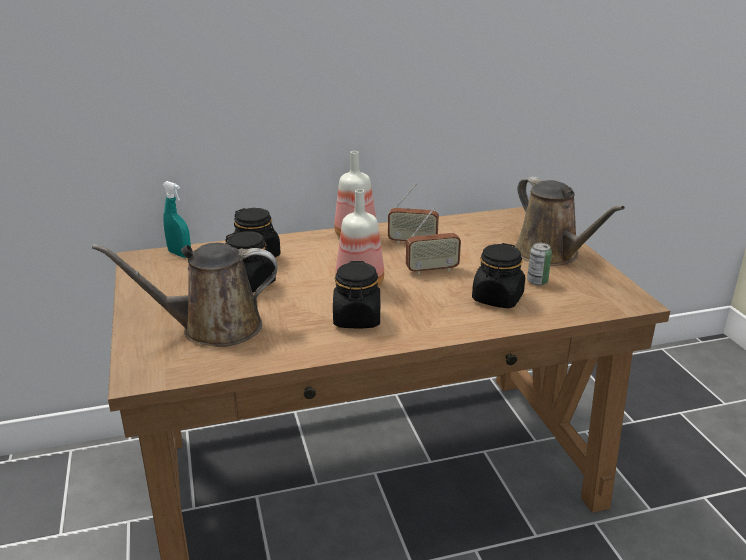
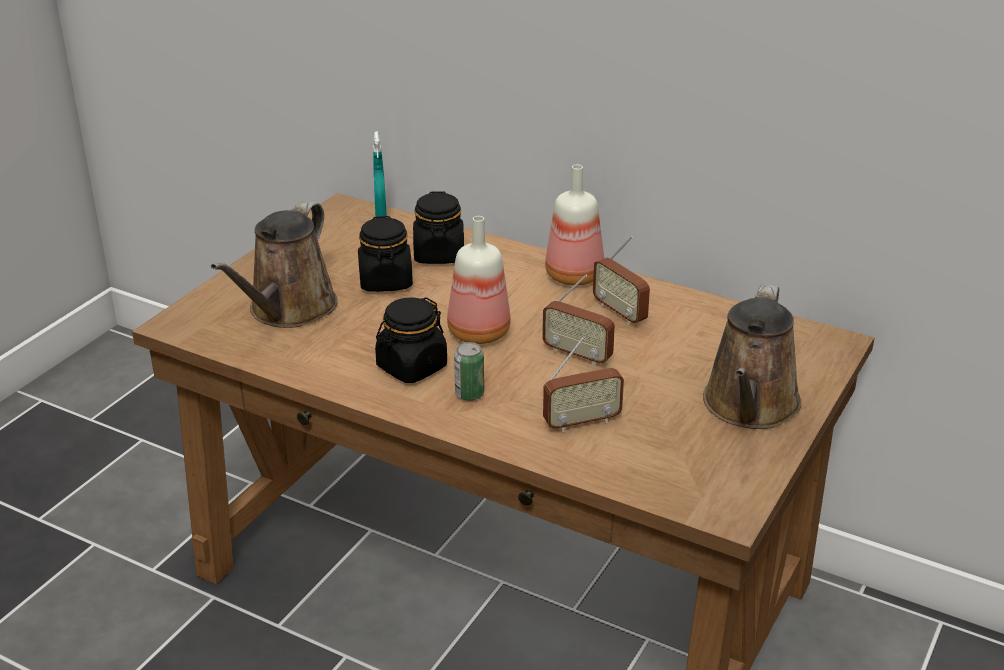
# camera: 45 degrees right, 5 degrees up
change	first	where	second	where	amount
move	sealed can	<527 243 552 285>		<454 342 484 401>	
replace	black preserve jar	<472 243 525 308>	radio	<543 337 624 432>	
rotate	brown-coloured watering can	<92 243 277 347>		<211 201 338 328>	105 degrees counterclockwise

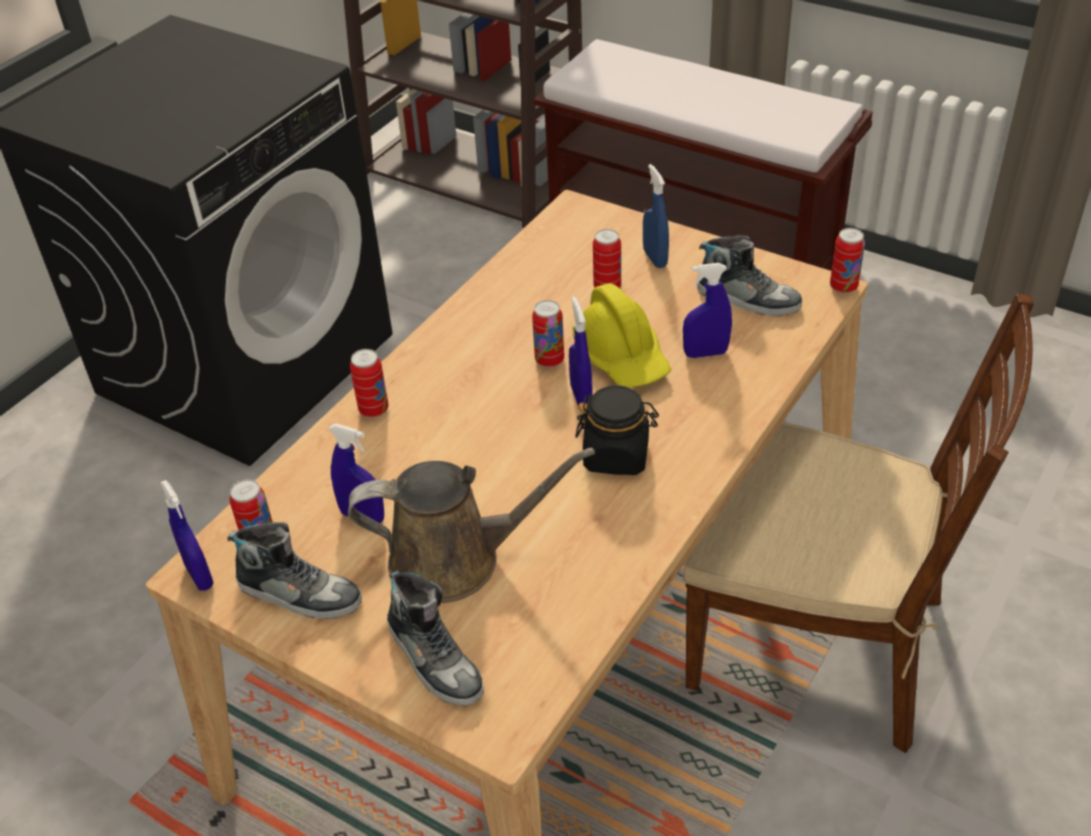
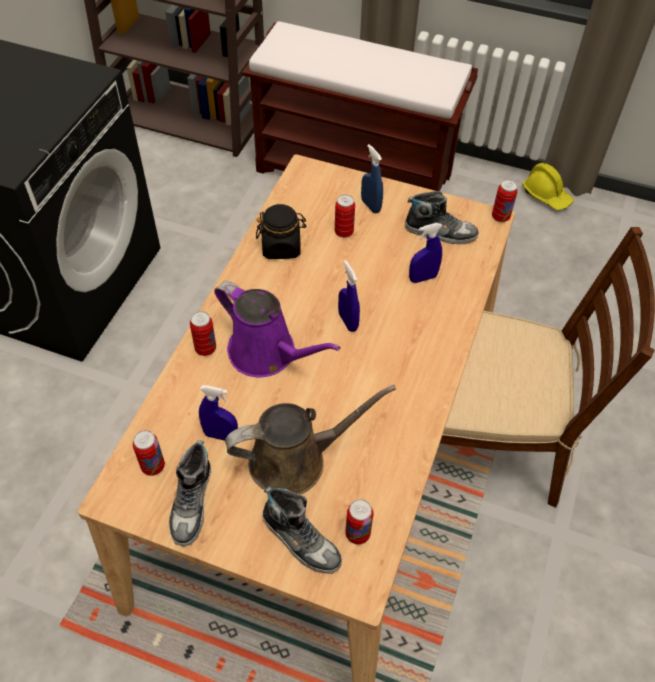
# camera: 15 degrees left, 10 degrees up
change	first	where	second	where	amount
delete	blue-coloured spray bottle	<160 480 213 591>			
insert			purple watering can	<214 281 341 377>	
move	sealed can	<532 300 564 368>		<345 499 373 545>	
move	yellow work helmet	<572 283 671 388>		<522 163 574 210>	
move	black preserve jar	<575 385 659 475>		<256 204 306 259>	
rotate	item of footwear	<227 522 362 619>		<169 440 211 546>	90 degrees clockwise

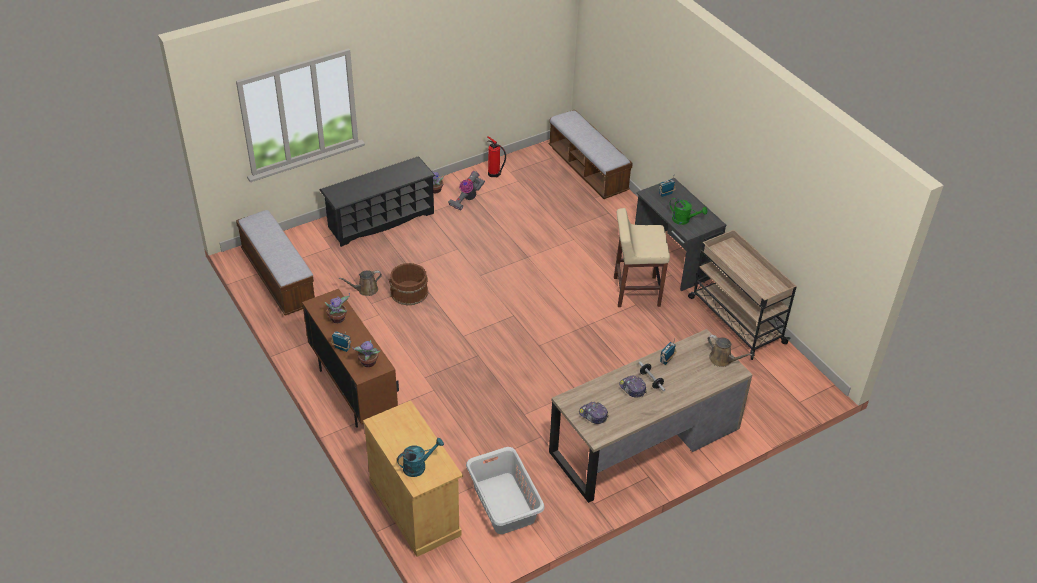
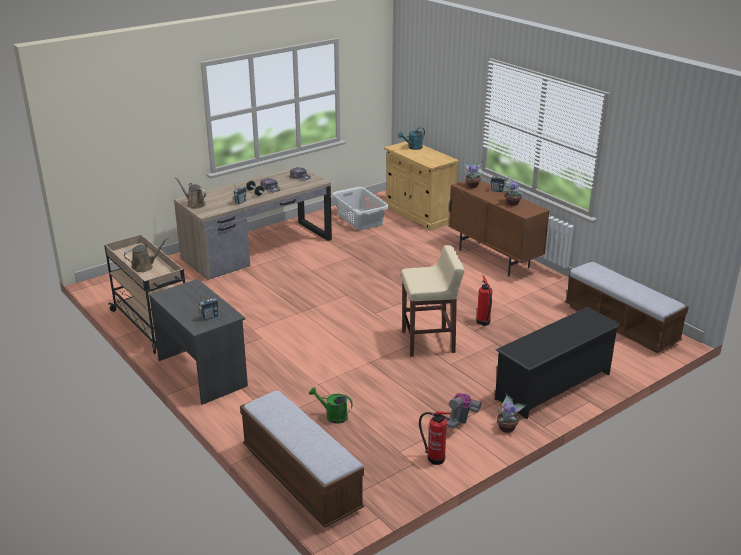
# camera: 175 degrees right, 15 degrees down
change	first	where	second	where	amount
move	brown-coloured watering can	<339 270 382 296>		<124 237 169 272>	
move	beige stool	<614 208 670 307>		<401 245 465 356>	
move	green-coloured watering can	<670 198 707 225>		<309 387 353 424>	
replace	brown-coloured pail	<389 263 428 306>	extinguisher	<476 275 492 326>	

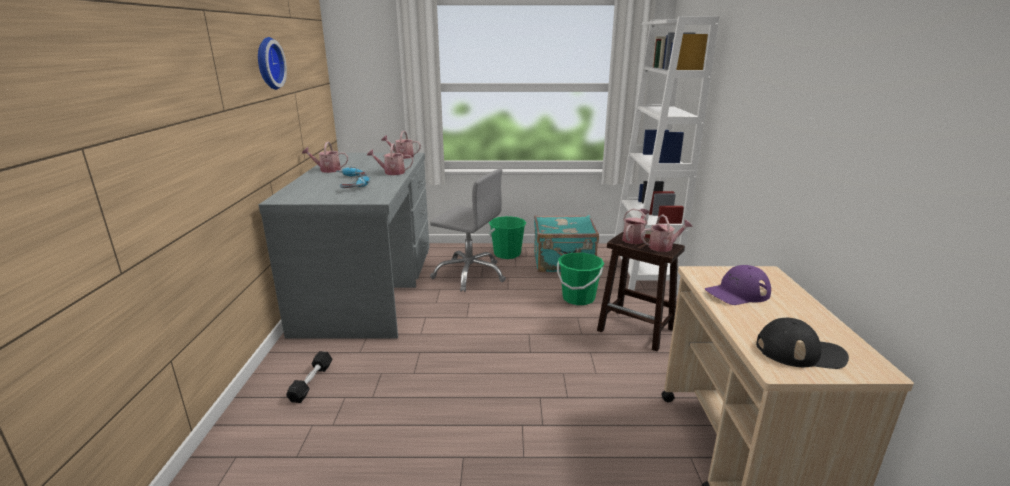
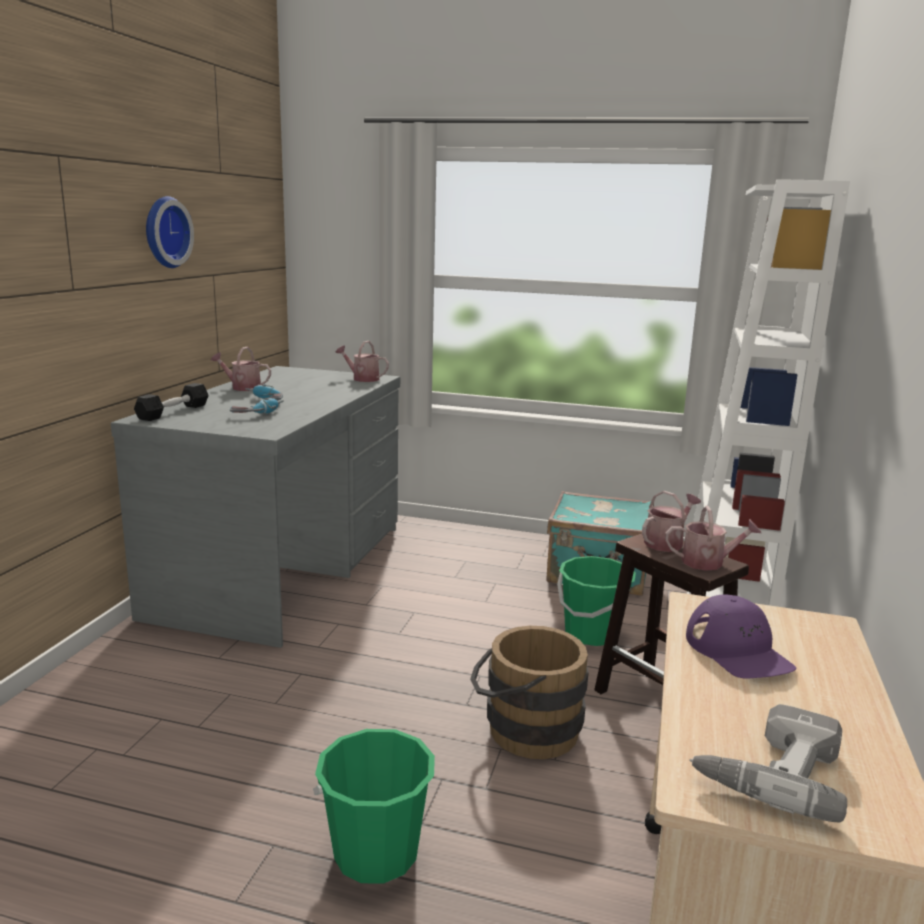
# camera: 15 degrees right, 5 degrees down
change	first	where	second	where	amount
delete	watering can	<367 143 413 175>			
delete	grey desk chair	<430 169 506 292>			
insert			brown-coloured pail	<470 626 589 759>	
move	black free weight	<286 351 332 403>		<134 383 209 421>	
move	green-coloured pail	<489 216 527 259>		<313 729 435 884>	
replace	black peaked cap	<756 318 849 369>	power drill	<689 704 847 823>	
rotate	purple peaked cap	<705 265 771 305>		<686 594 797 679>	105 degrees counterclockwise

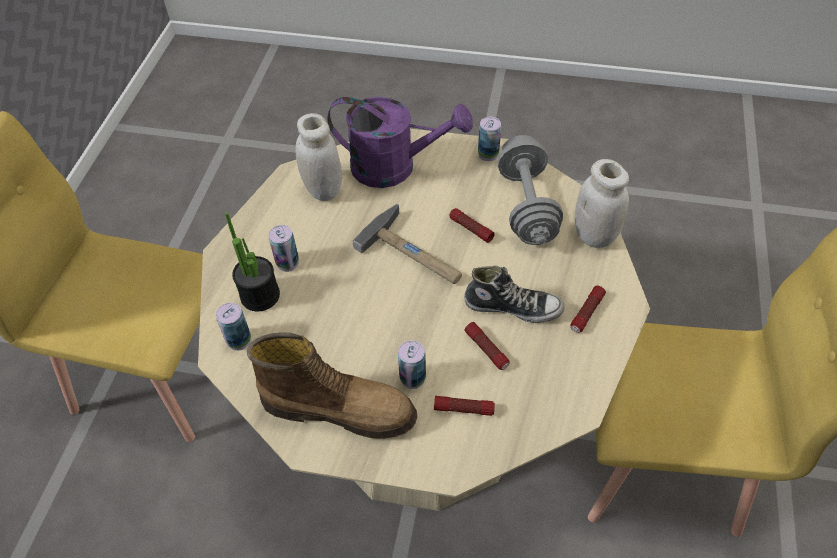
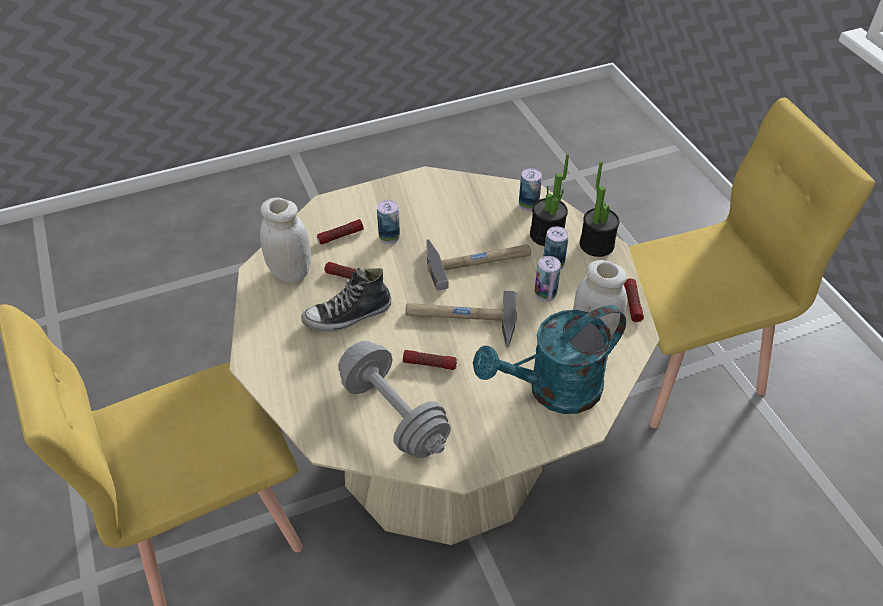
# camera: 145 degrees right, 5 degrees down
change	first	where	second	where	amount
delete	tall boot	<247 332 417 439>			
insert			hammer	<426 239 531 290>	
insert			houseplant	<580 161 620 257>	
move	sealed can	<478 117 501 161>		<535 256 561 302>	
move	hand torch	<570 286 606 333>		<624 278 644 322>	
move	white-coloured preserve jar	<575 159 629 248>		<260 198 311 282>	
recolor	purple watering can	<327 97 473 188>	turquoise-coloured watering can	<473 305 626 414>	

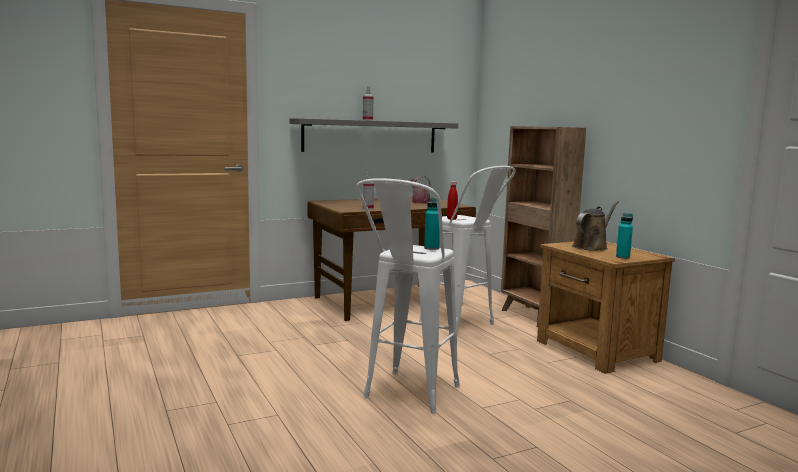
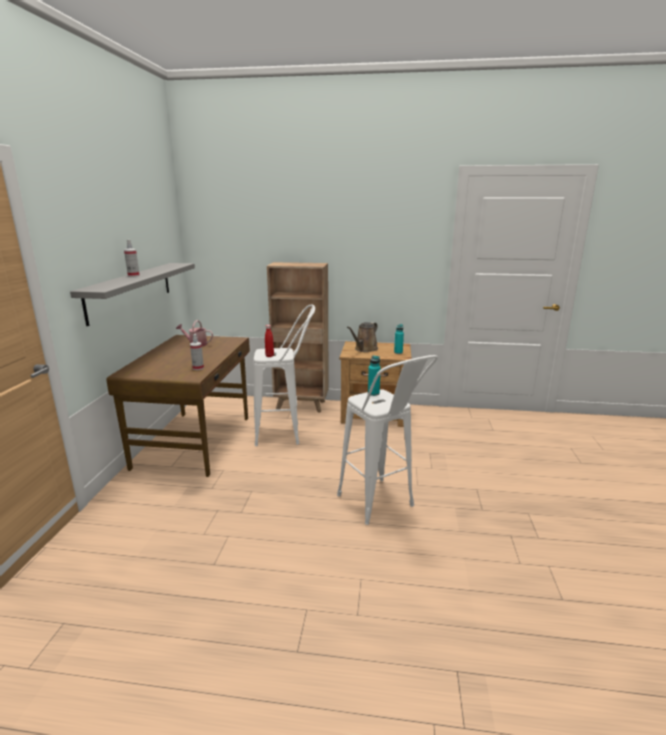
# camera: 55 degrees left, 10 degrees up
change	first	where	second	where	amount
rotate	brown-coloured watering can	<572 201 619 251>		<347 322 378 352>	135 degrees counterclockwise

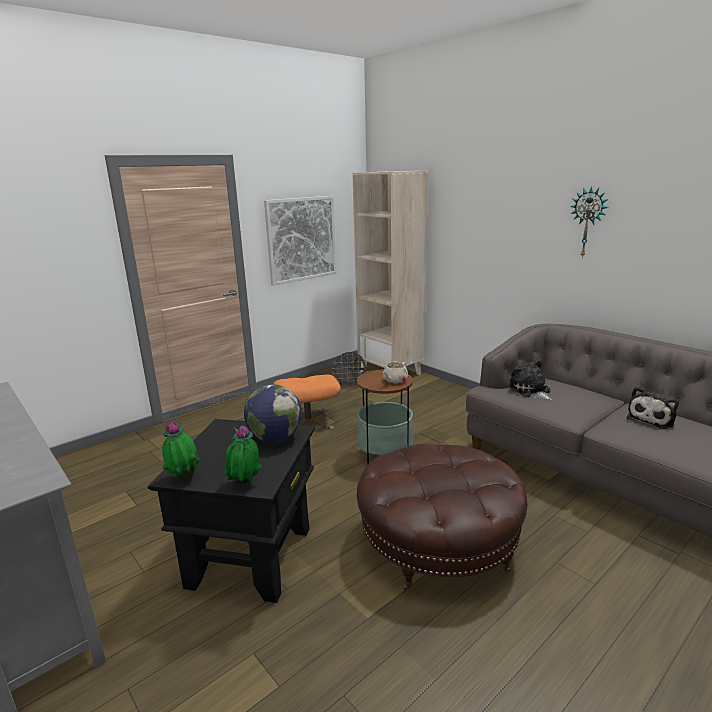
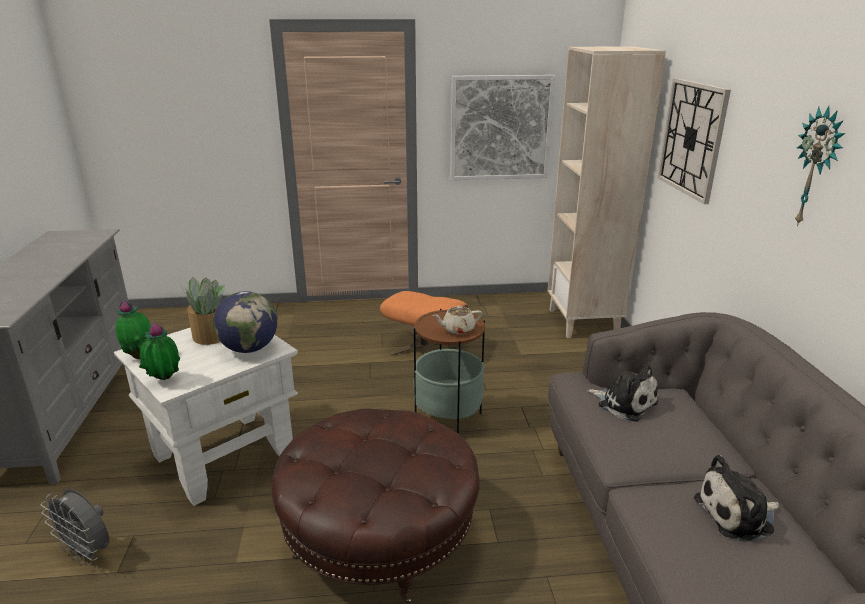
# camera: 35 degrees right, 5 degrees up
change	first	where	second	where	amount
insert			houseplant	<180 277 225 345>	
insert			wall clock	<657 78 731 204>	
move	grey cooling fan	<332 352 368 386>		<41 489 109 566>	
recolor	black end table	<148 419 315 603>	white-coloured end table	<114 327 298 506>	
rotate	plush toy	<508 360 553 400>		<587 365 658 422>	120 degrees clockwise

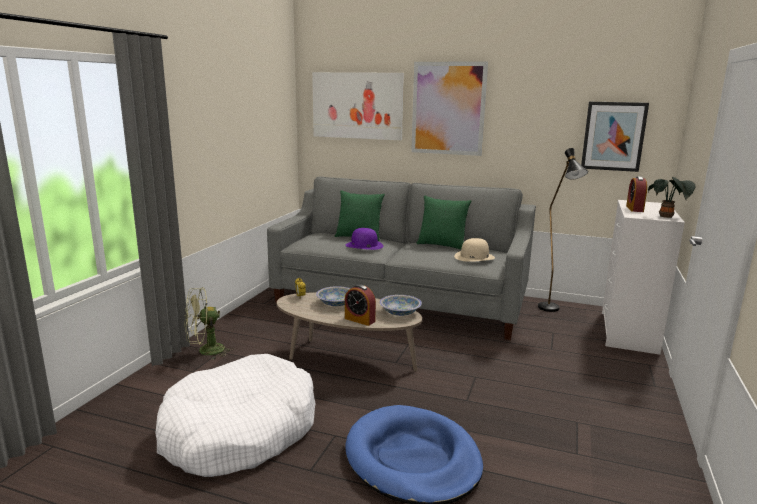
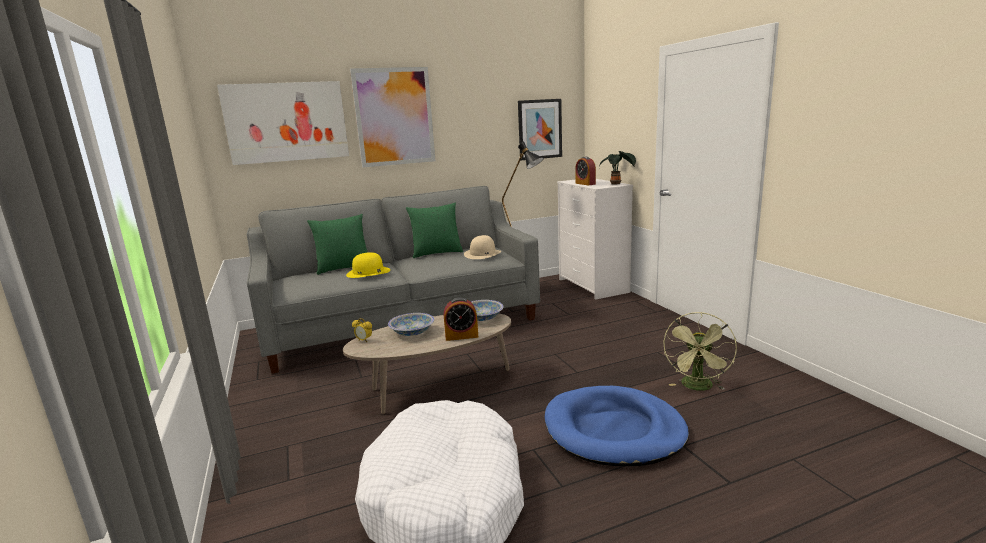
# camera: 40 degrees left, 0 degrees up
change	first	where	second	where	amount
move	green-coloured cooling fan	<184 287 234 360>		<663 312 737 391>	
recolor	purple clothing hat	<345 228 384 250>	yellow clothing hat	<346 252 390 278>	

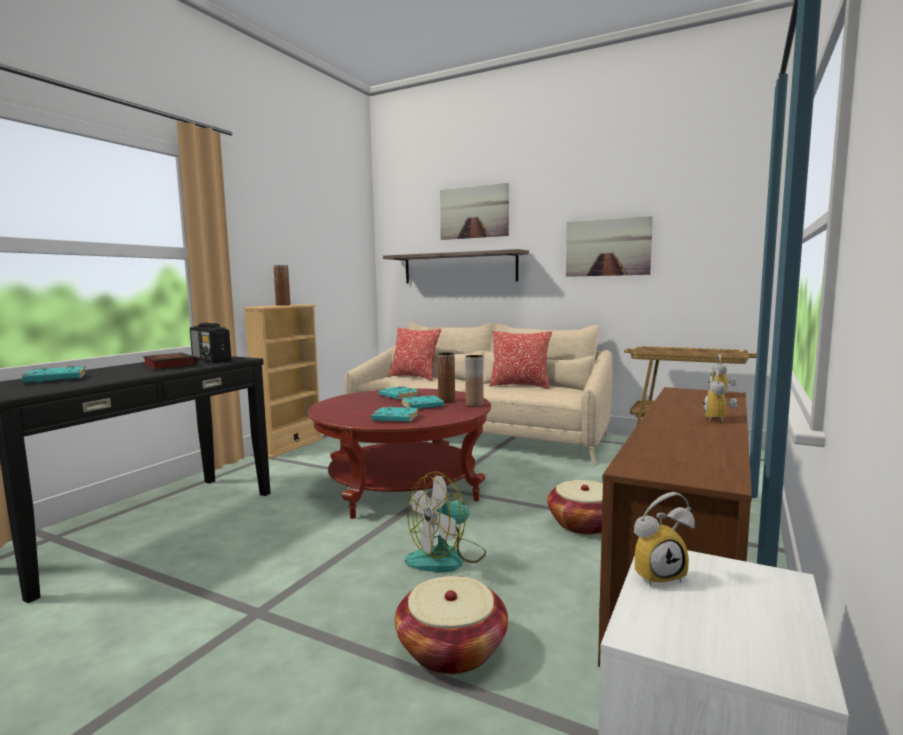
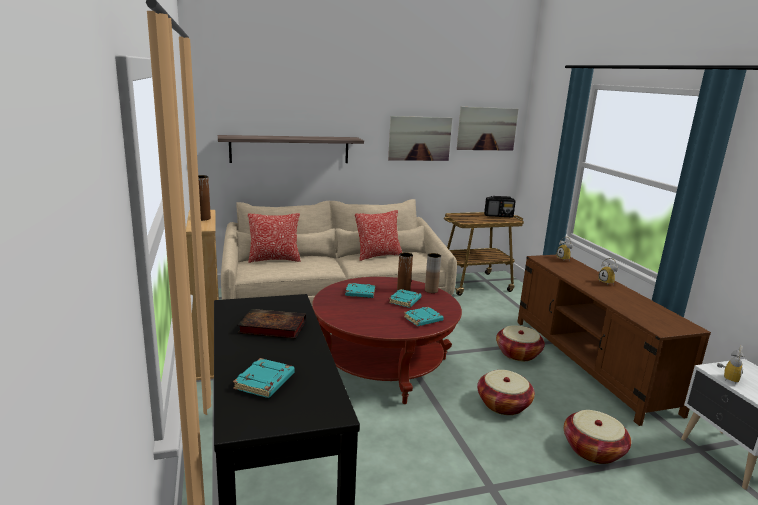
# camera: 45 degrees left, 10 degrees up
change	first	where	second	where	amount
move	radio	<190 323 231 363>		<484 196 516 217>	
move	picture	<440 183 509 240>		<457 107 518 151>	
replace	cooling fan	<405 471 486 572>	basket	<477 370 535 415>	

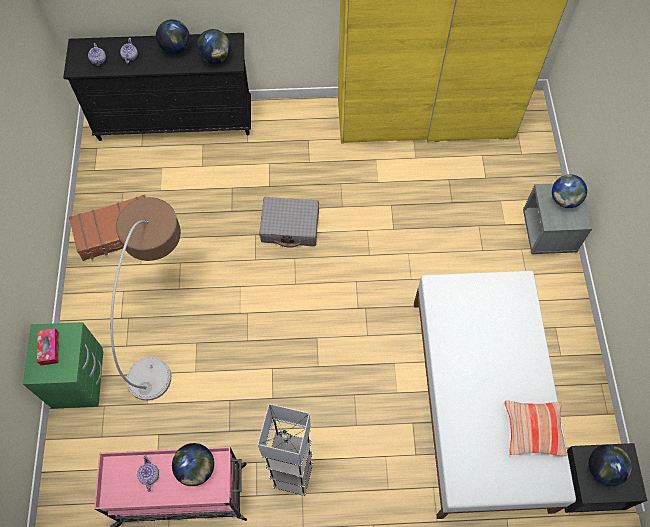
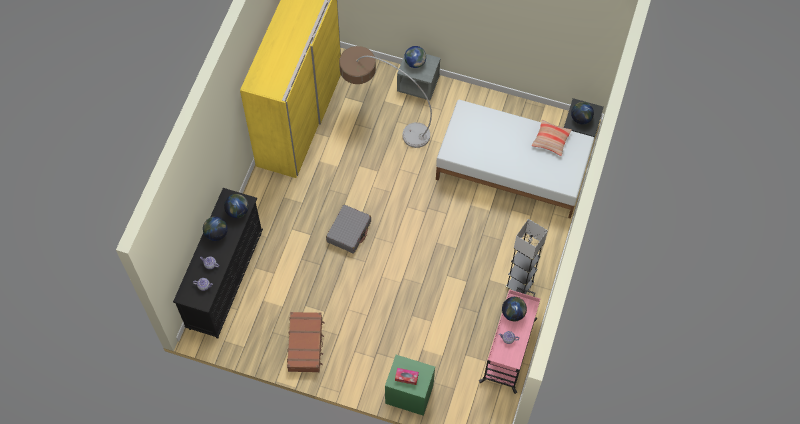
# camera: 70 degrees left, 0 degrees up
change	first	where	second	where	amount
move	standard lamp	<110 197 181 401>		<339 46 432 148>	

